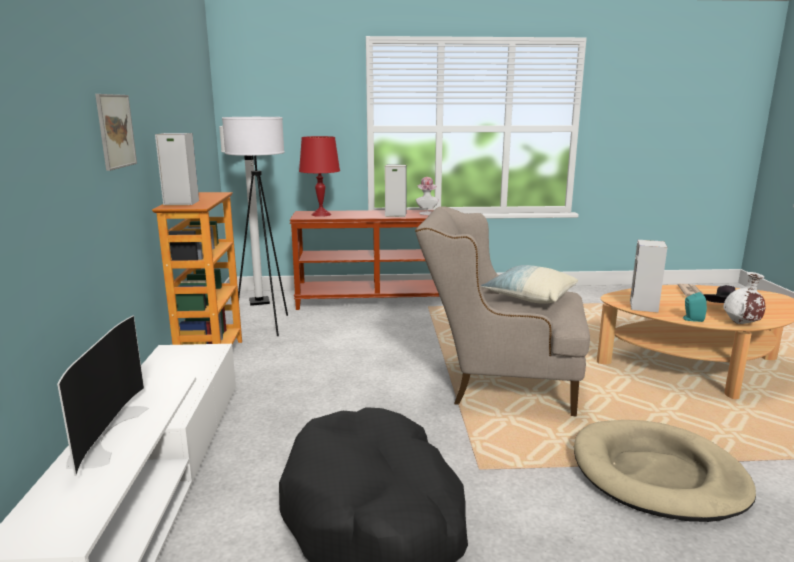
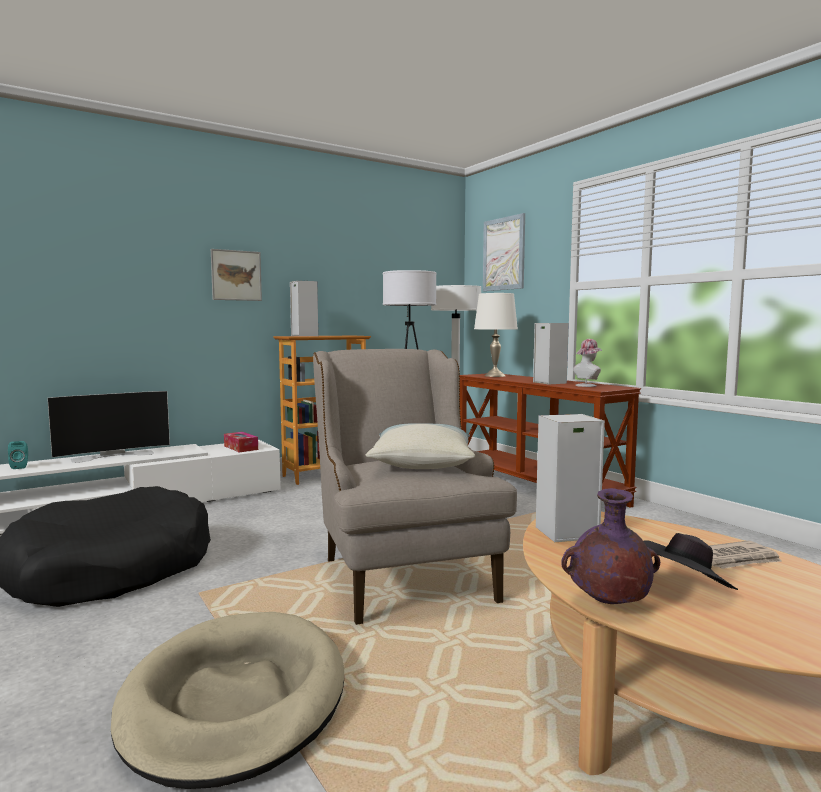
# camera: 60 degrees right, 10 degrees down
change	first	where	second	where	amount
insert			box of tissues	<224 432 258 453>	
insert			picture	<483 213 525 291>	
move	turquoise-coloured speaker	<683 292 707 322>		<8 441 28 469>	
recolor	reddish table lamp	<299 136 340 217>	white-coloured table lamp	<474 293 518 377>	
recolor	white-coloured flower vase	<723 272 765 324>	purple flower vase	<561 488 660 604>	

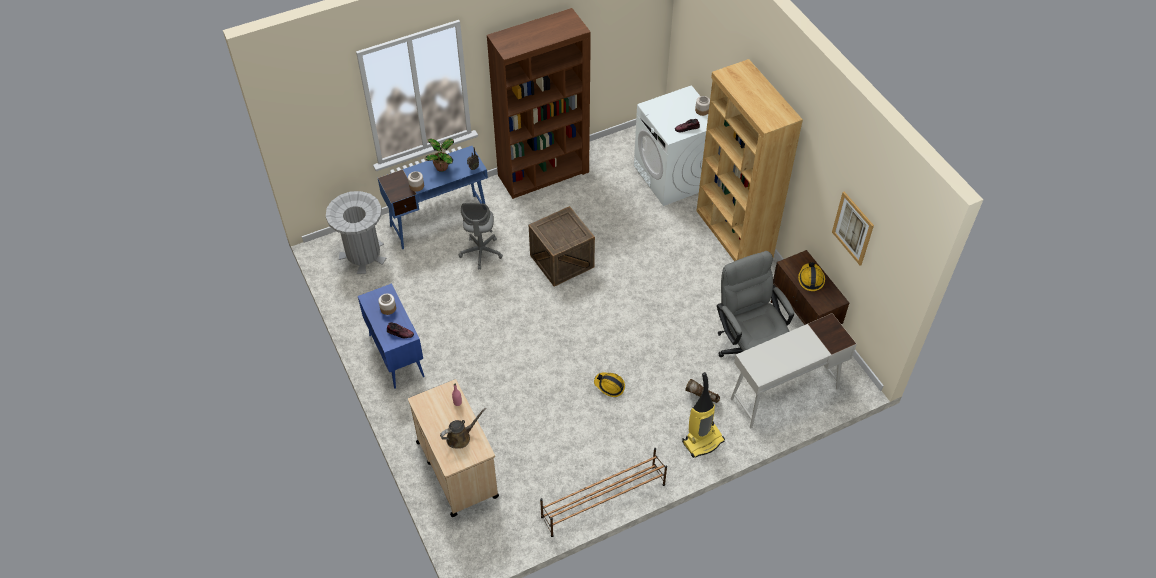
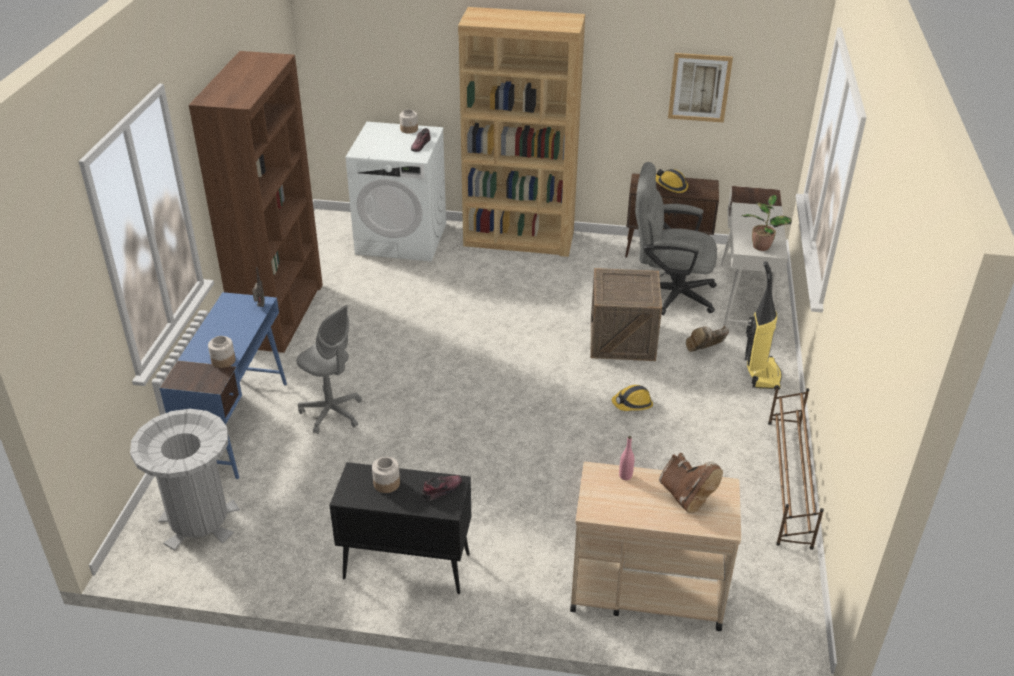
# camera: 55 degrees left, 15 degrees down
change	first	where	second	where	amount
move	houseplant	<425 138 454 172>		<741 195 792 251>	
move	crate	<529 206 595 287>		<591 268 662 361>	
replace	brown-coloured watering can	<440 408 486 449>	brown-coloured tall boot	<659 453 723 513>	
recolor	blue-coloured cabinet	<358 283 425 389>	black cabinet	<329 462 471 594>	

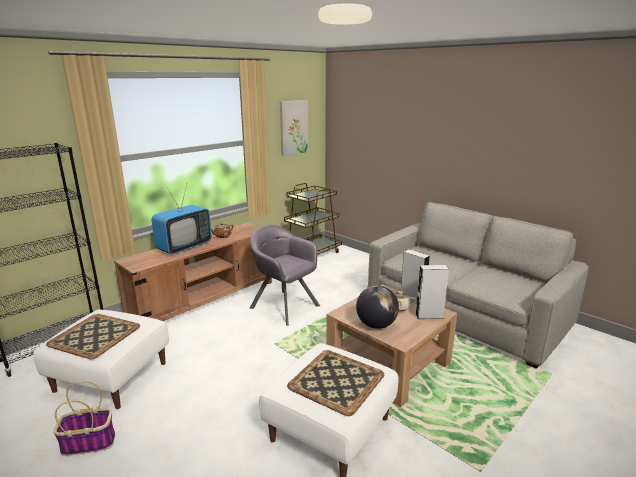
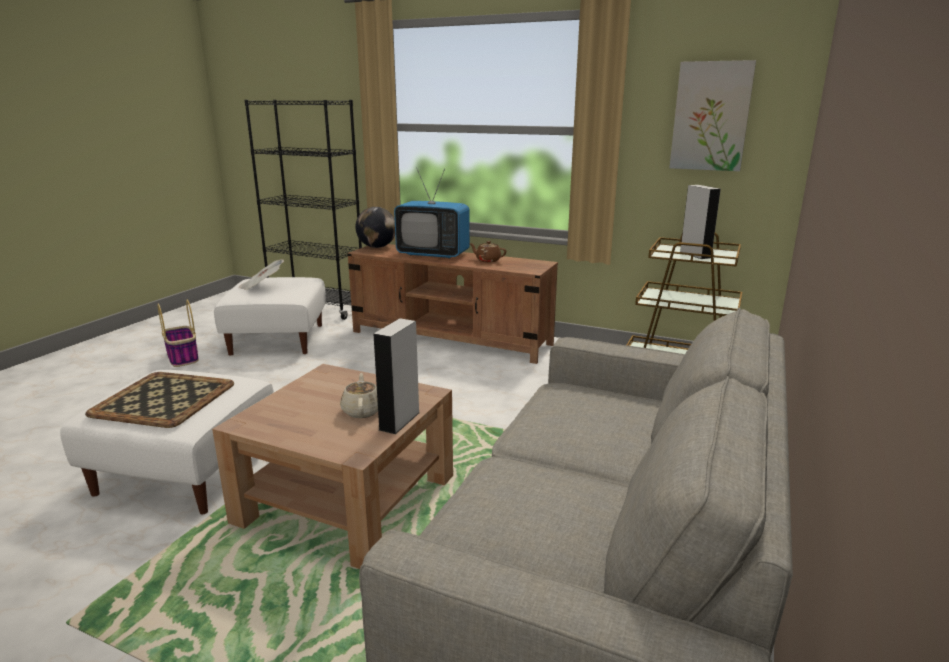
# camera: 70 degrees right, 0 degrees up
change	first	where	second	where	amount
delete	grey lounge chair	<250 225 320 326>			
move	world globe	<356 286 399 329>		<355 207 395 248>	
move	grey speaker	<416 265 449 319>		<680 185 721 259>	
replace	carrying tray	<46 314 140 359>	daily paper	<239 259 284 290>	

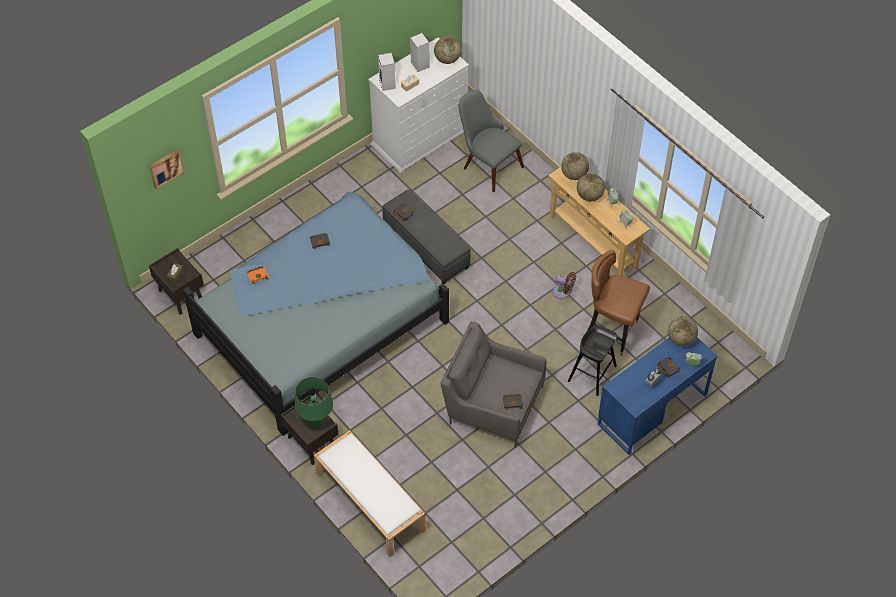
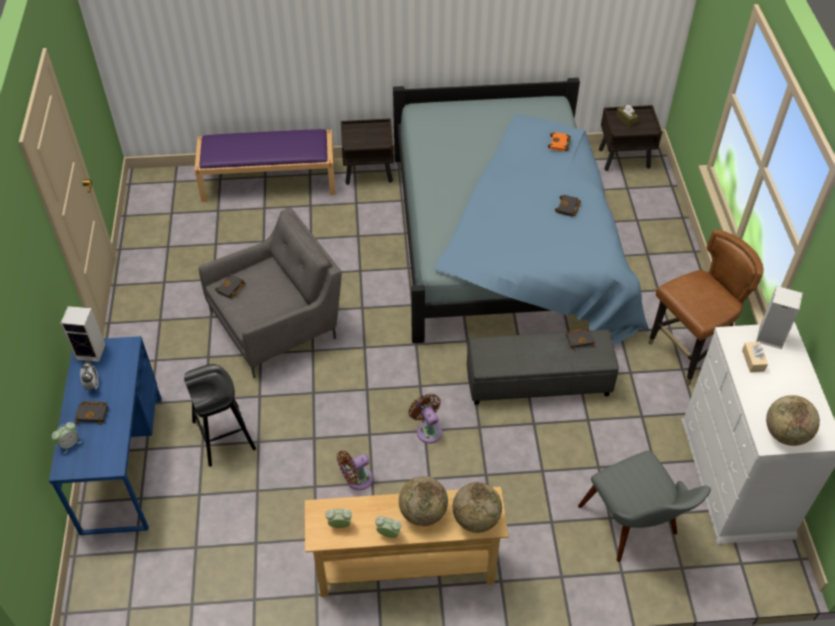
# camera: 125 degrees right, 5 degrees down
change	first	where	second	where	amount
delete	picture	<149 149 185 189>			
delete	green-coloured table lamp	<295 377 333 429>			
delete	world globe	<668 316 698 346>			
insert			brown-coloured cooling fan	<408 394 442 443>	
move	speaker	<410 33 430 72>		<60 306 105 362>	
move	brown-coloured upright chair	<587 250 650 356>		<648 229 763 386>	
recolor	white-coloured indoor bench	<314 430 426 557>	purple indoor bench	<194 129 336 202>	
rotate	grey upright chair	<459 90 524 192>		<578 451 711 562>	75 degrees clockwise

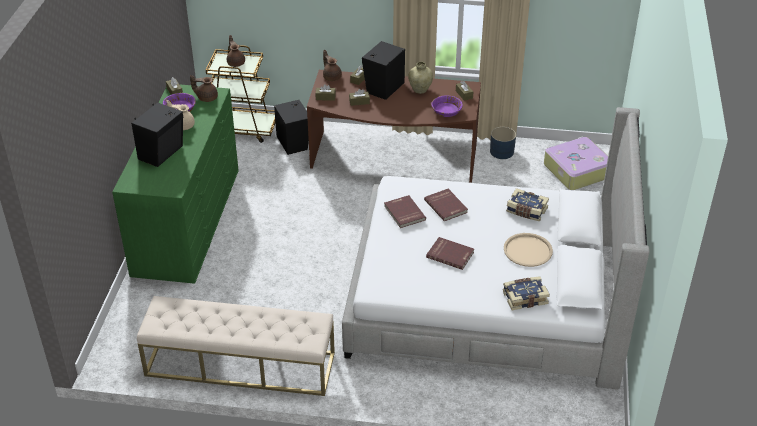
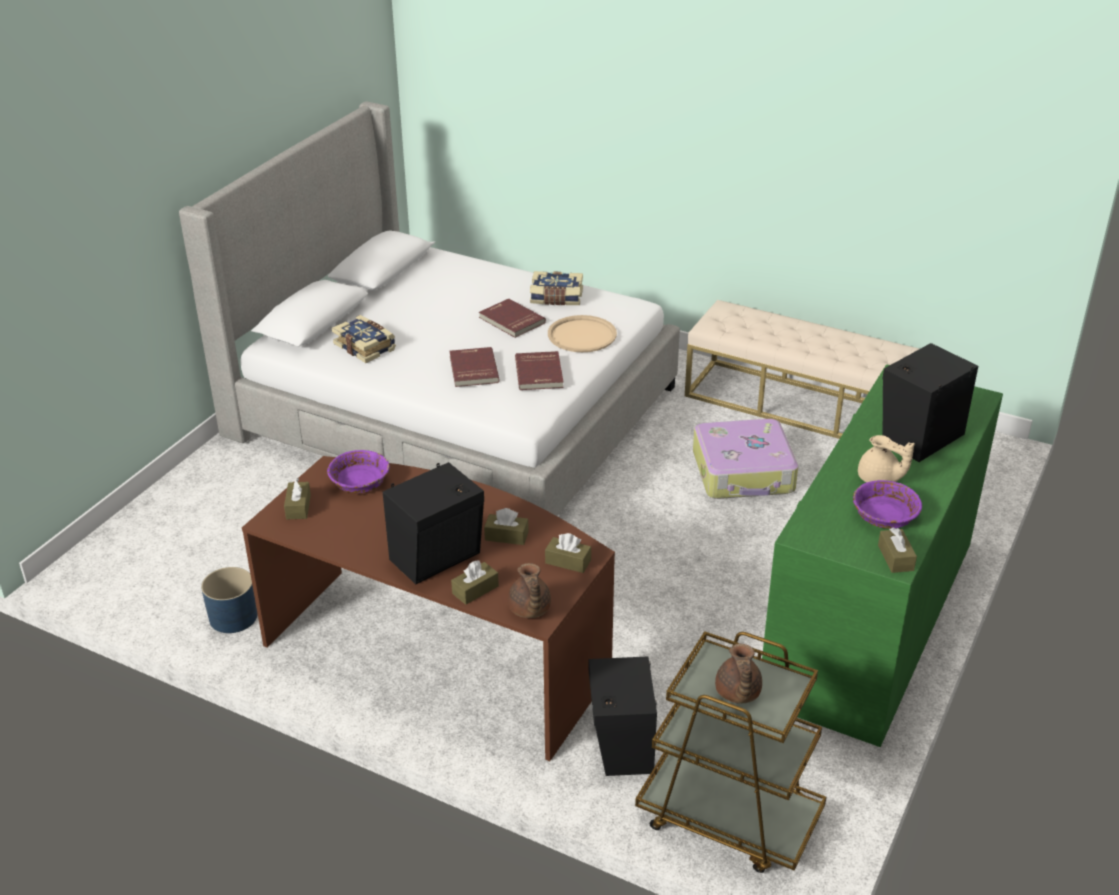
# camera: 160 degrees left, 5 degrees down
change	first	where	second	where	amount
delete	brown-coloured teapot	<190 75 218 102>			
delete	beige flower vase	<408 62 433 94>			
move	bound book	<503 276 550 310>		<530 271 583 305>	
move	beige carrying tray	<504 233 553 267>		<548 315 617 352>	
move	suitcase	<544 137 608 190>		<693 419 798 499>	

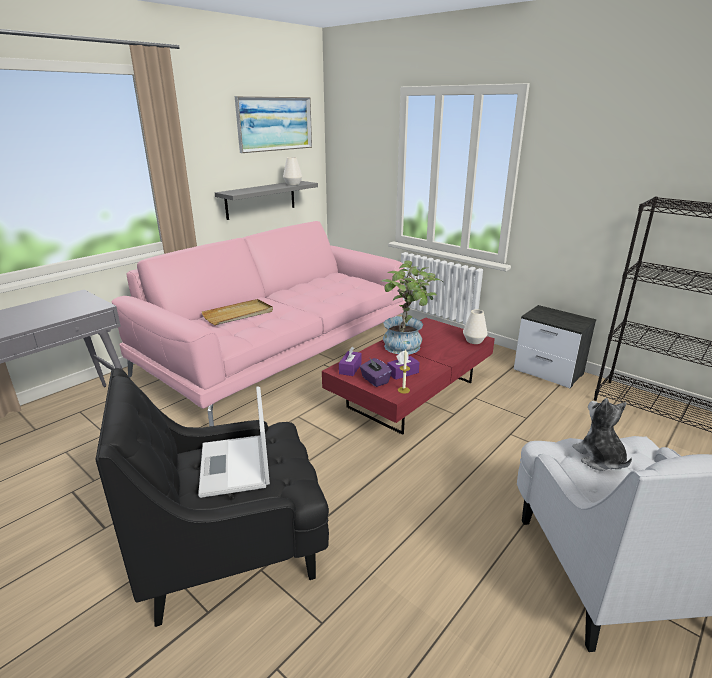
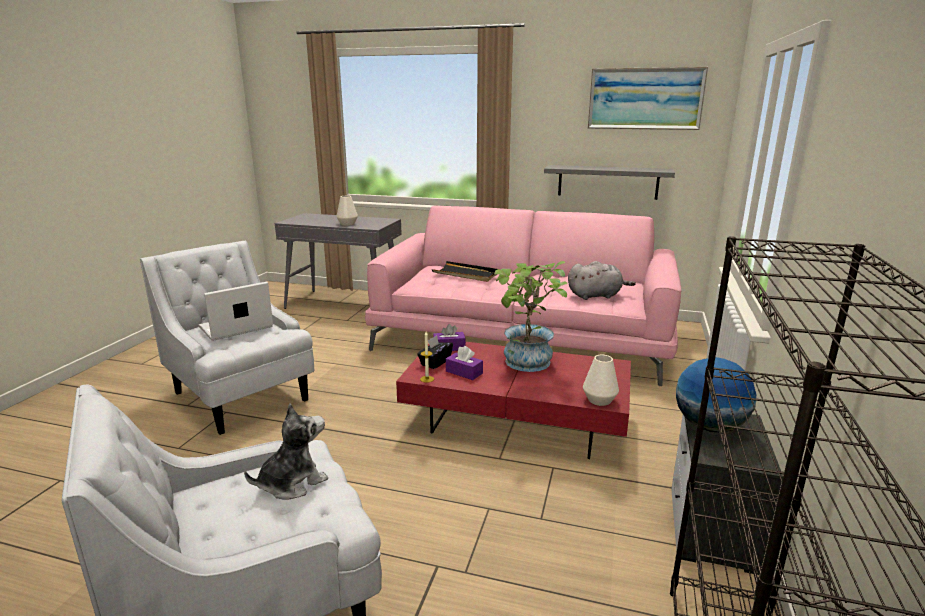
# camera: 65 degrees right, 5 degrees down
change	first	where	second	where	amount
insert			grey plush toy	<568 261 636 300>	
insert			world globe	<676 357 757 432>	
move	white-coloured flower vase	<283 157 302 185>		<336 196 358 226>	
recolor	black lounge chair	<95 368 329 627>	white-coloured lounge chair	<140 240 314 435>	
recolor	beige carrying tray	<202 299 273 325>	black carrying tray	<432 261 497 282>	
recolor	purple box of tissues	<360 357 392 387>	black box of tissues	<417 336 453 369>	

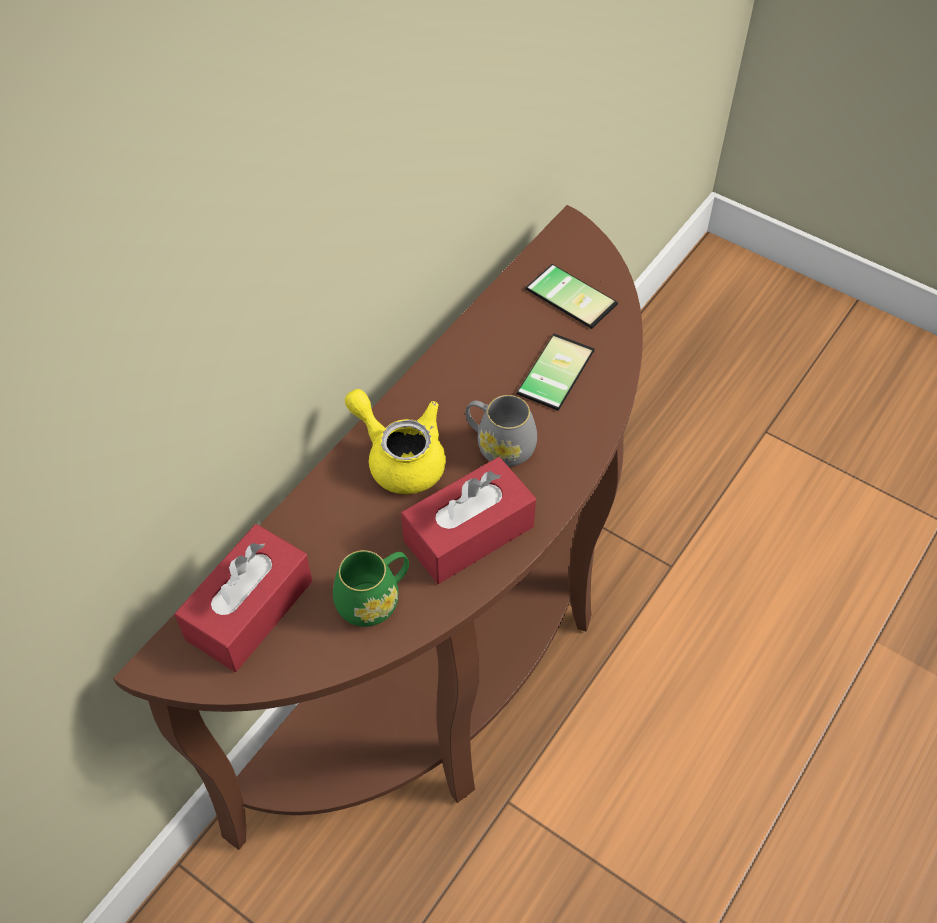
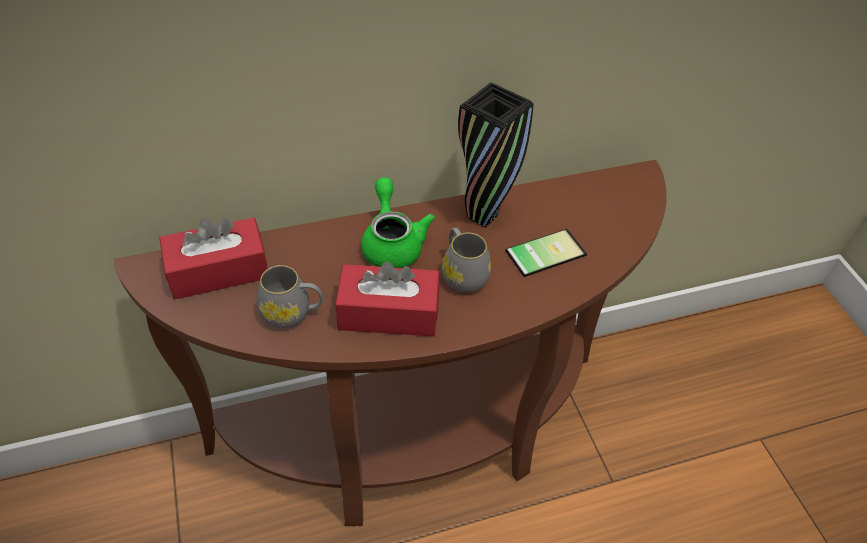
# camera: 35 degrees right, 5 degrees down
change	first	where	second	where	amount
delete	handset	<526 264 618 329>			
insert			black flower vase	<458 82 534 228>	
recolor	green-coloured coffee mug	<333 550 409 627>	grey coffee mug	<257 265 323 328>	
recolor	yellow teapot	<344 389 446 494>	green-coloured teapot	<361 178 435 268>	

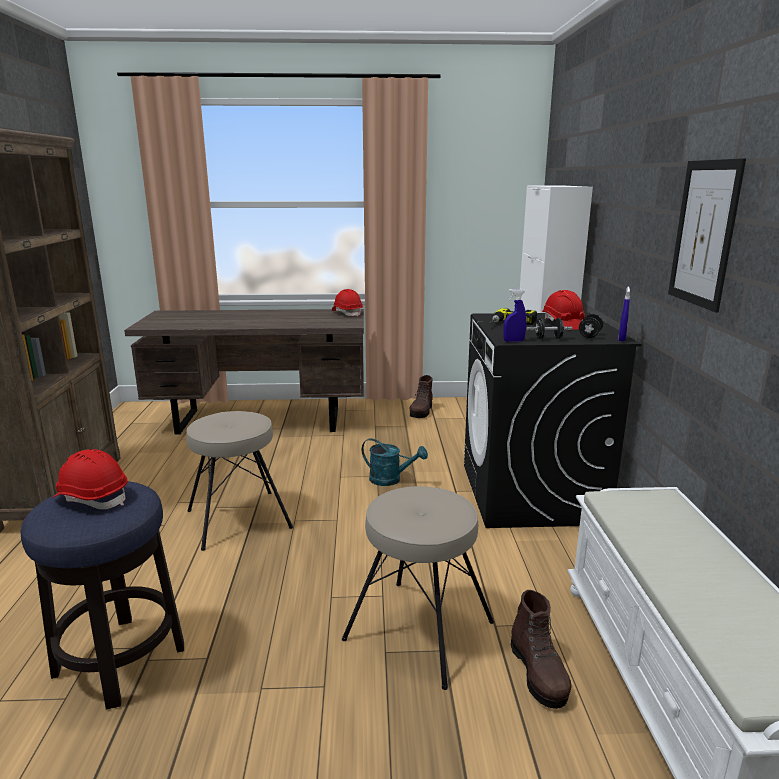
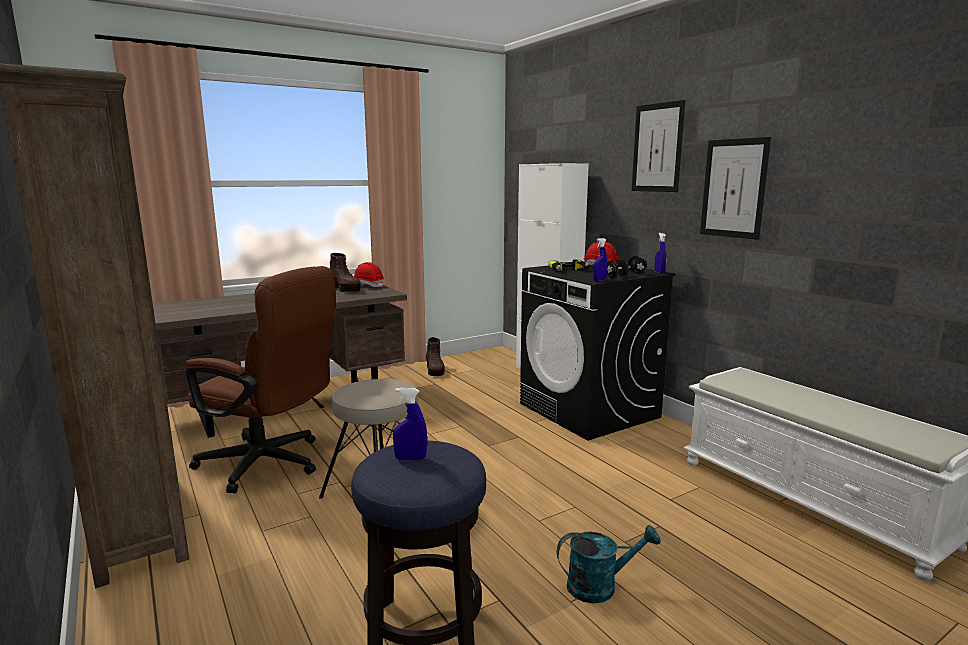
# camera: 30 degrees left, 5 degrees down
change	first	where	second	where	amount
delete	beige stool	<342 486 494 690>			
insert			brown-coloured desk chair	<186 266 336 493>	
insert			picture	<632 100 685 192>	
move	turquoise-coloured watering can	<362 438 428 486>		<557 525 661 603>	
move	brown-coloured tall boot	<511 590 572 709>		<330 253 361 292>	
replace	reddish work helmet	<52 449 127 509>	blue-coloured spray bottle	<393 388 427 461>	

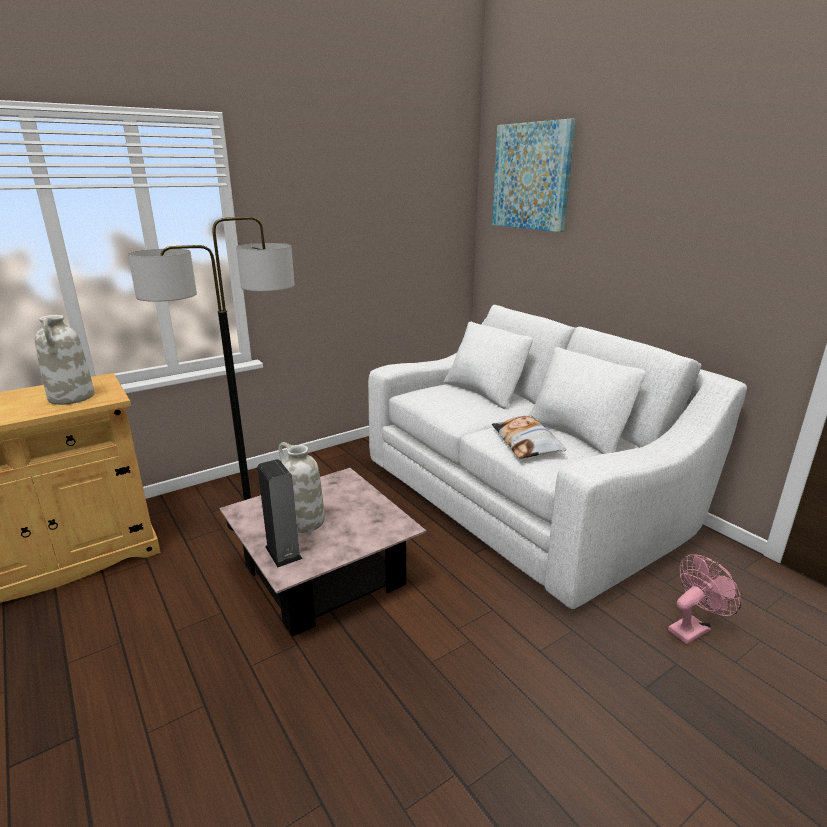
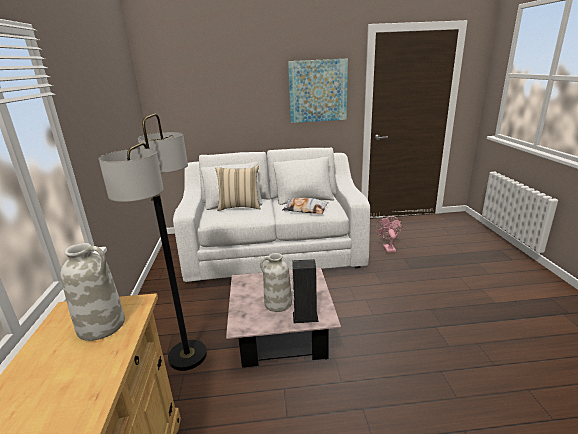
# camera: 60 degrees left, 0 degrees up
change	first	where	second	where	amount
insert			beige cushion	<215 165 261 211>	
move	picture	<492 118 576 232>		<288 59 348 123>	

